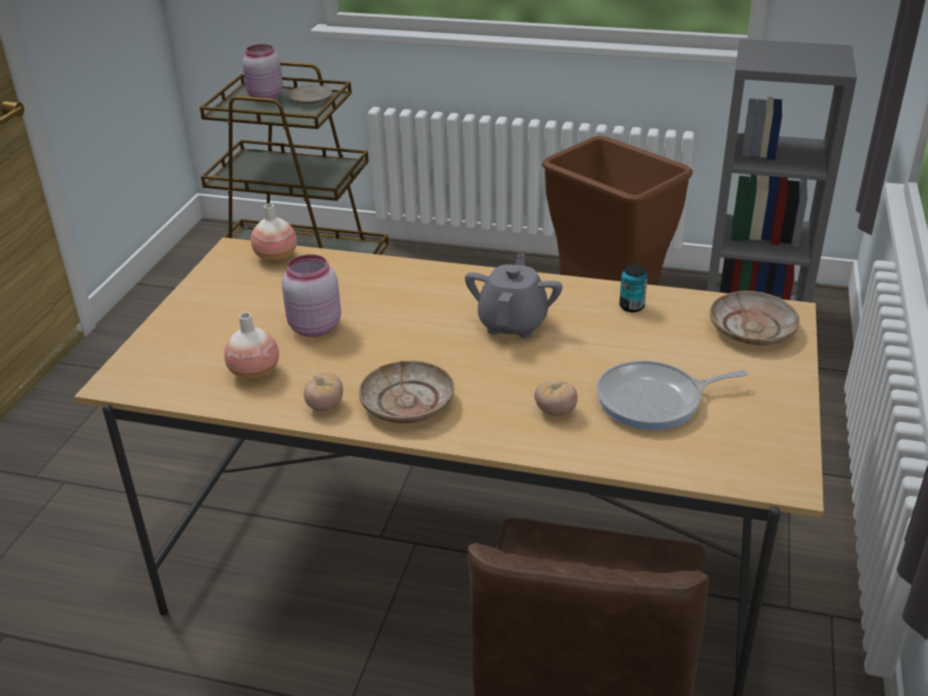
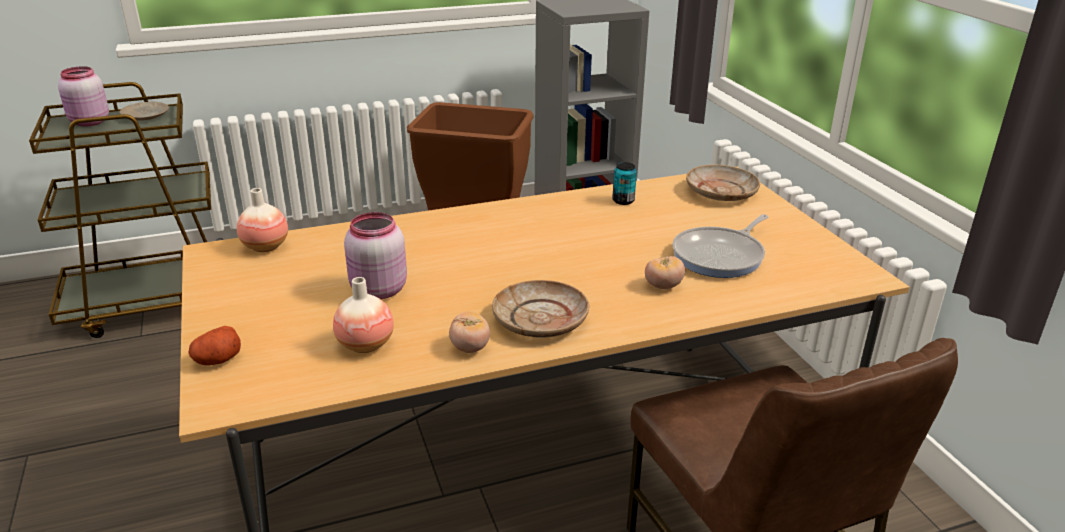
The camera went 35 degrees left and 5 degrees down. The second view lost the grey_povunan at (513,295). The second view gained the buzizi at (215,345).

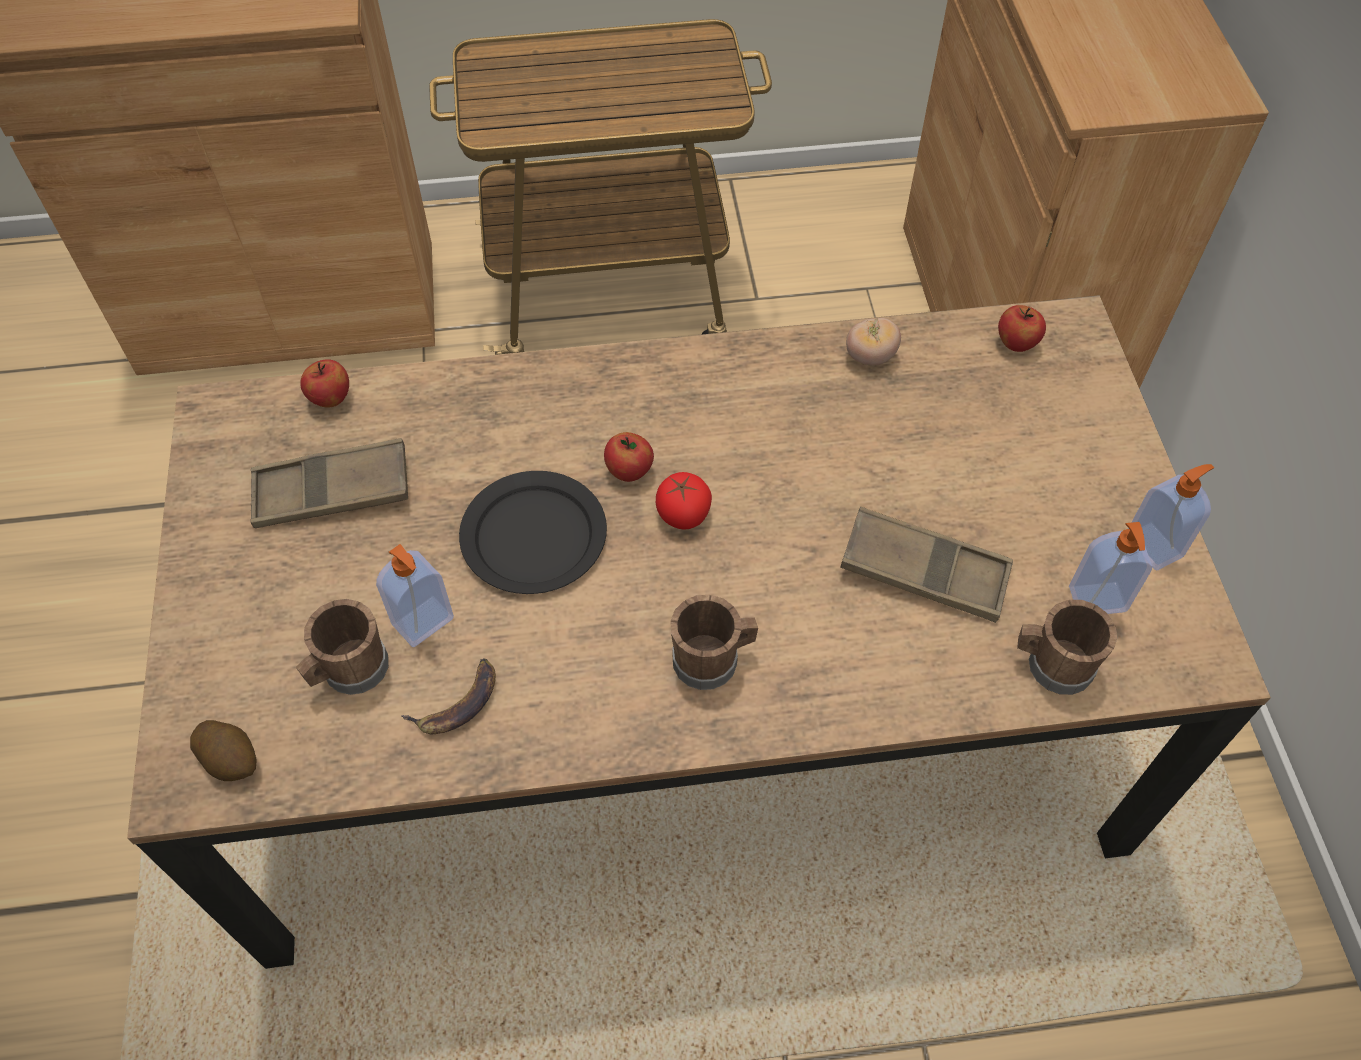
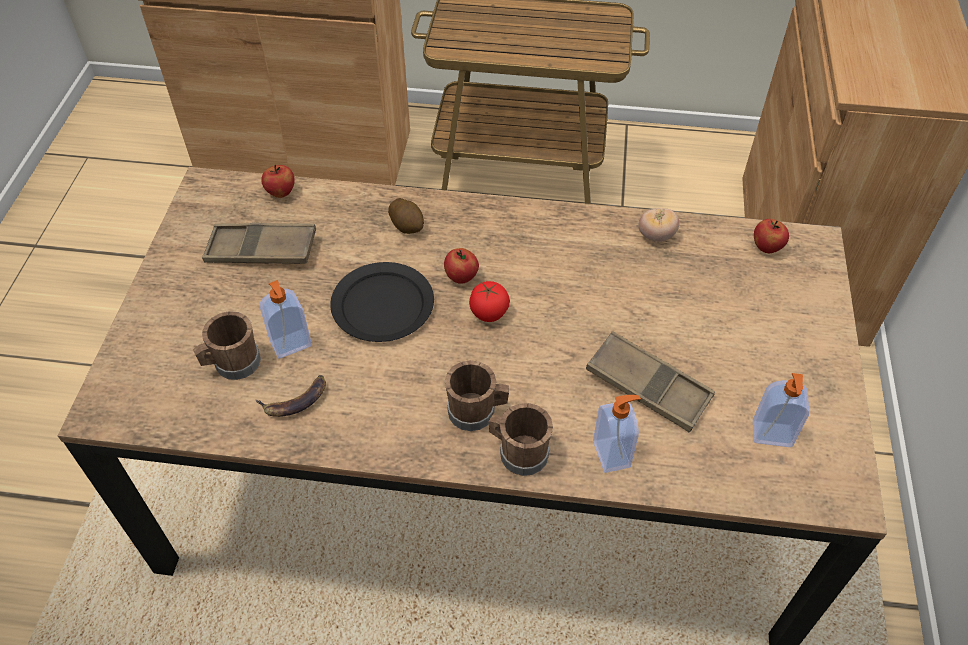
The camera went 15 degrees right and 5 degrees down. The buzizi ended up elsewhere, having gone from (223,750) to (406,216). The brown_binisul ended up elsewhere, having gone from (1067,647) to (520,439). The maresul ended up elsewhere, having gone from (1171,517) to (617,434).

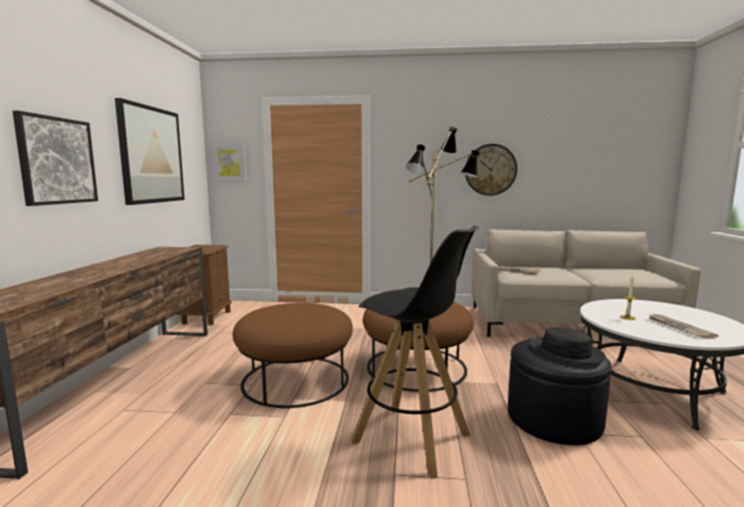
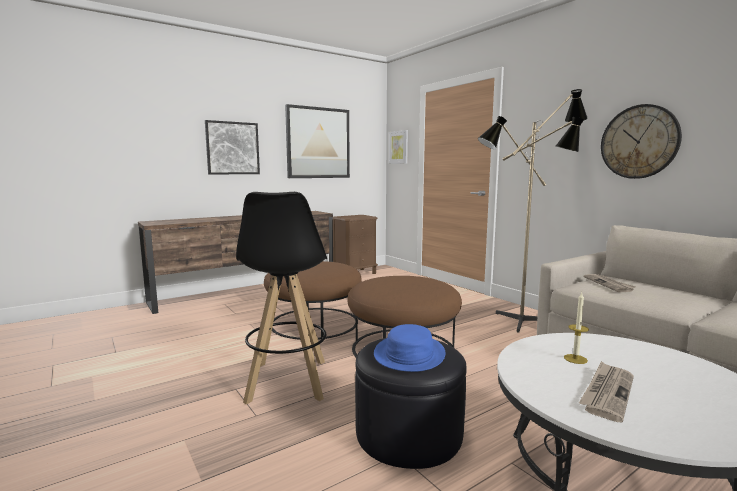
The camera went 50 degrees right and 0 degrees up. What was the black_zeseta at (568,345) turned into the blue_zeseta at (410,348).

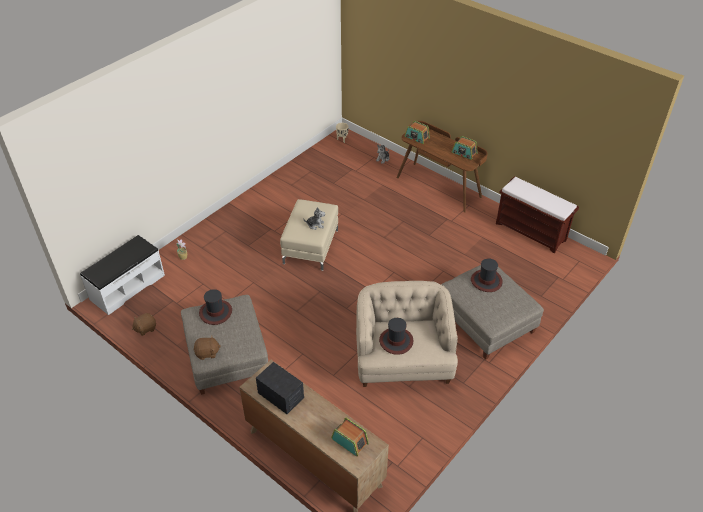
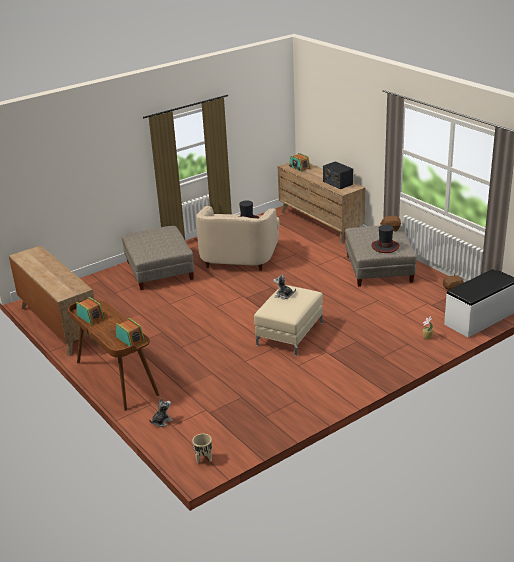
The camera went 165 degrees left and 15 degrees down. The second view lost the zeseta at (487,275). Where the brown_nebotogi stood at (537,215), the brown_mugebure came to stand at (53,300).

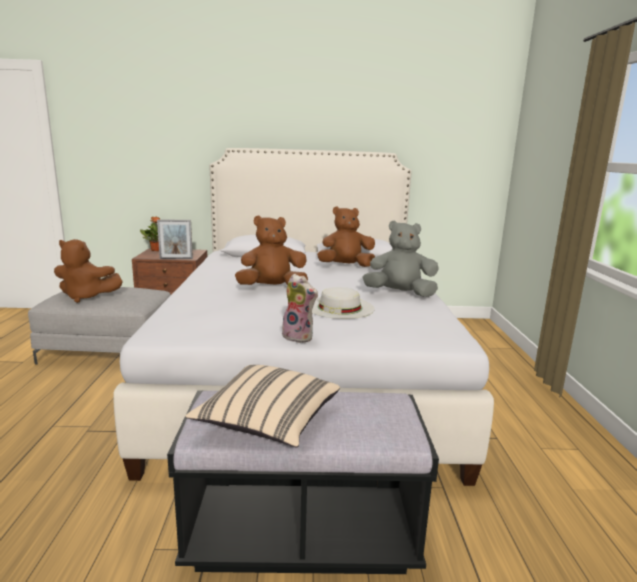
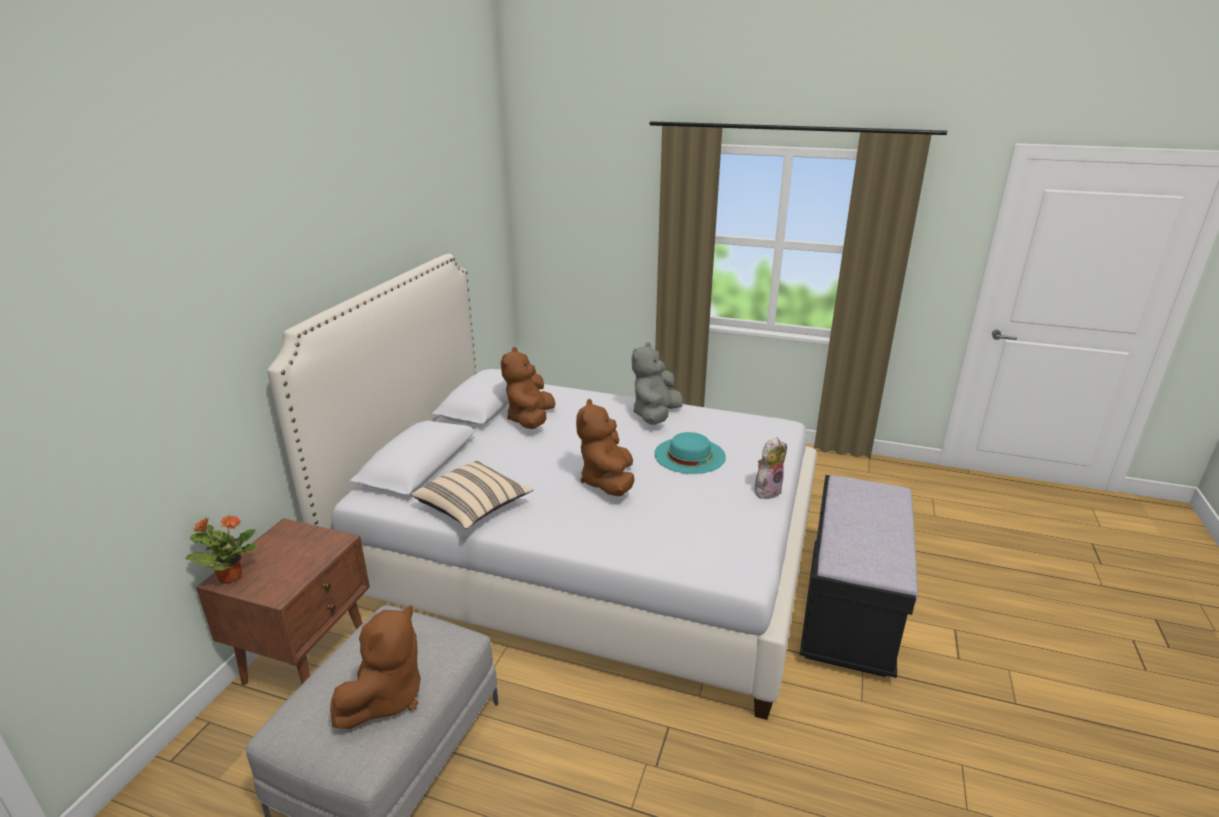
The camera went 70 degrees left and 10 degrees up. The second view lost the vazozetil at (175,239). The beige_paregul ended up elsewhere, having gone from (262,406) to (472,495). What was the white_zeseta at (343,303) turned into the turquoise_zeseta at (690,453).

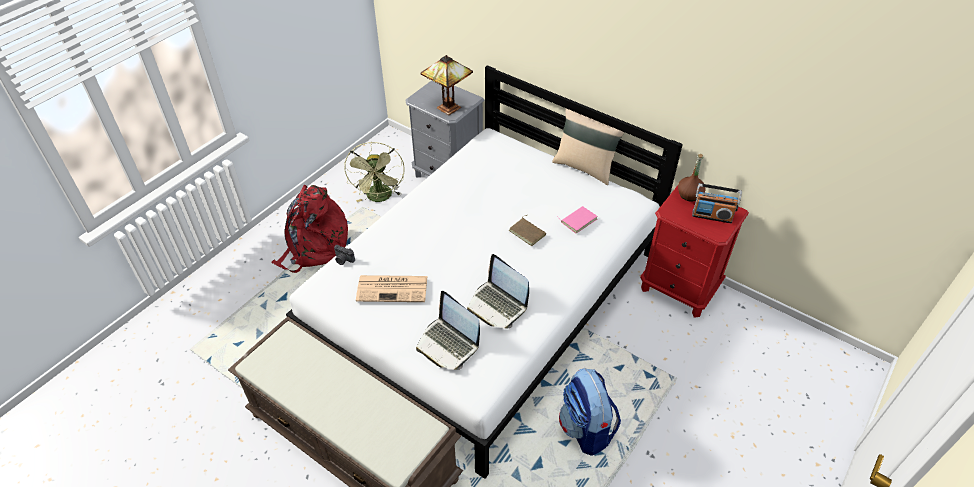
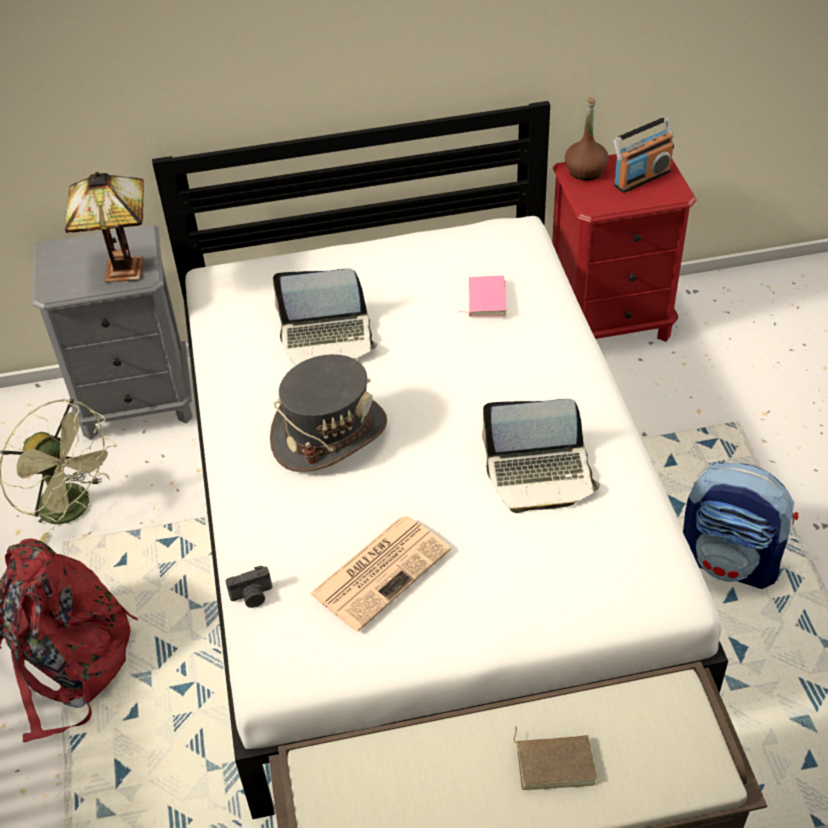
The camera went 45 degrees left and 0 degrees up. The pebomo ended up elsewhere, having gone from (448,330) to (325,317). The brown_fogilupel ended up elsewhere, having gone from (527,230) to (555,758). The second view lost the beige_paregul at (588,146). The second view gained the grey_zeseta at (328,413).

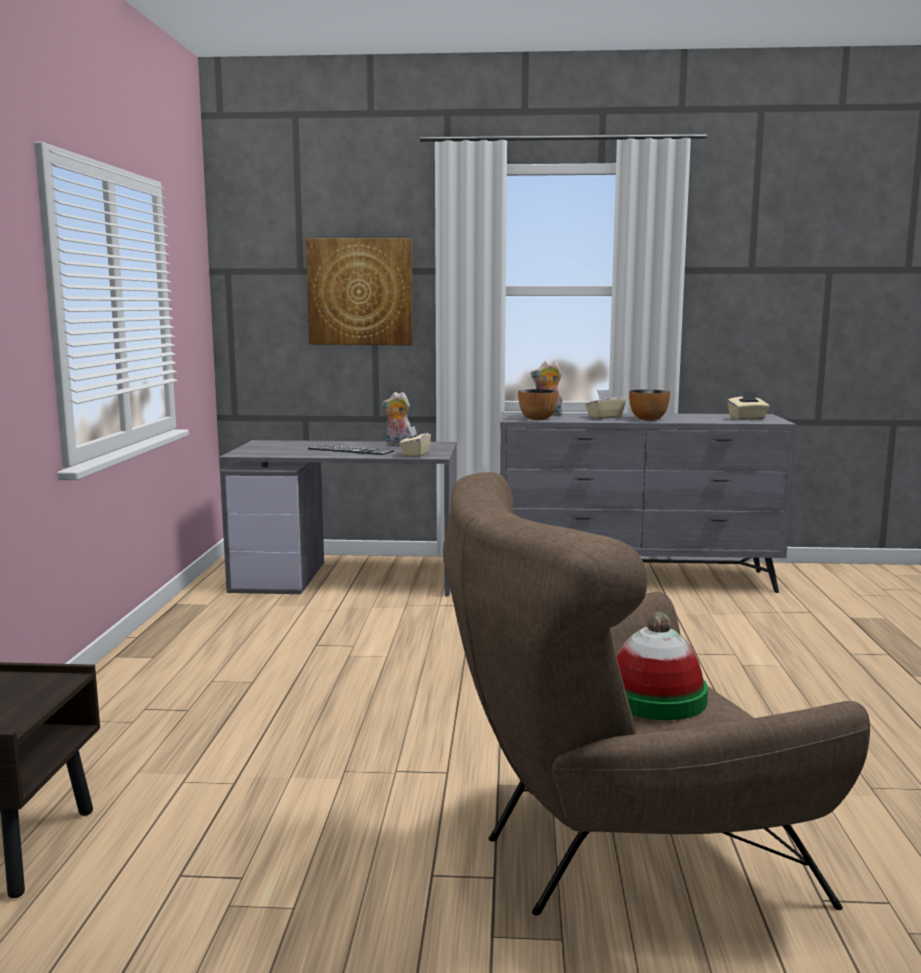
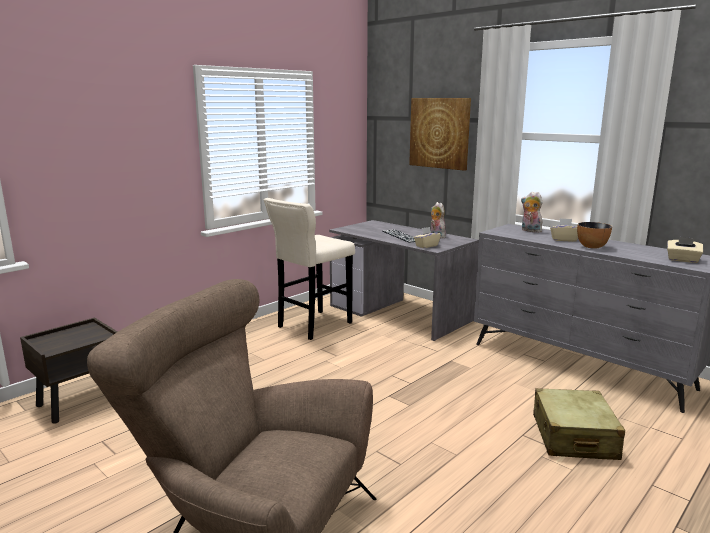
The camera went 40 degrees right and 5 degrees up. The second view lost the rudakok at (538,404). The second view lost the zeseta at (662,666). The second view gained the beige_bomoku at (309,269). The second view gained the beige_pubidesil at (579,424).

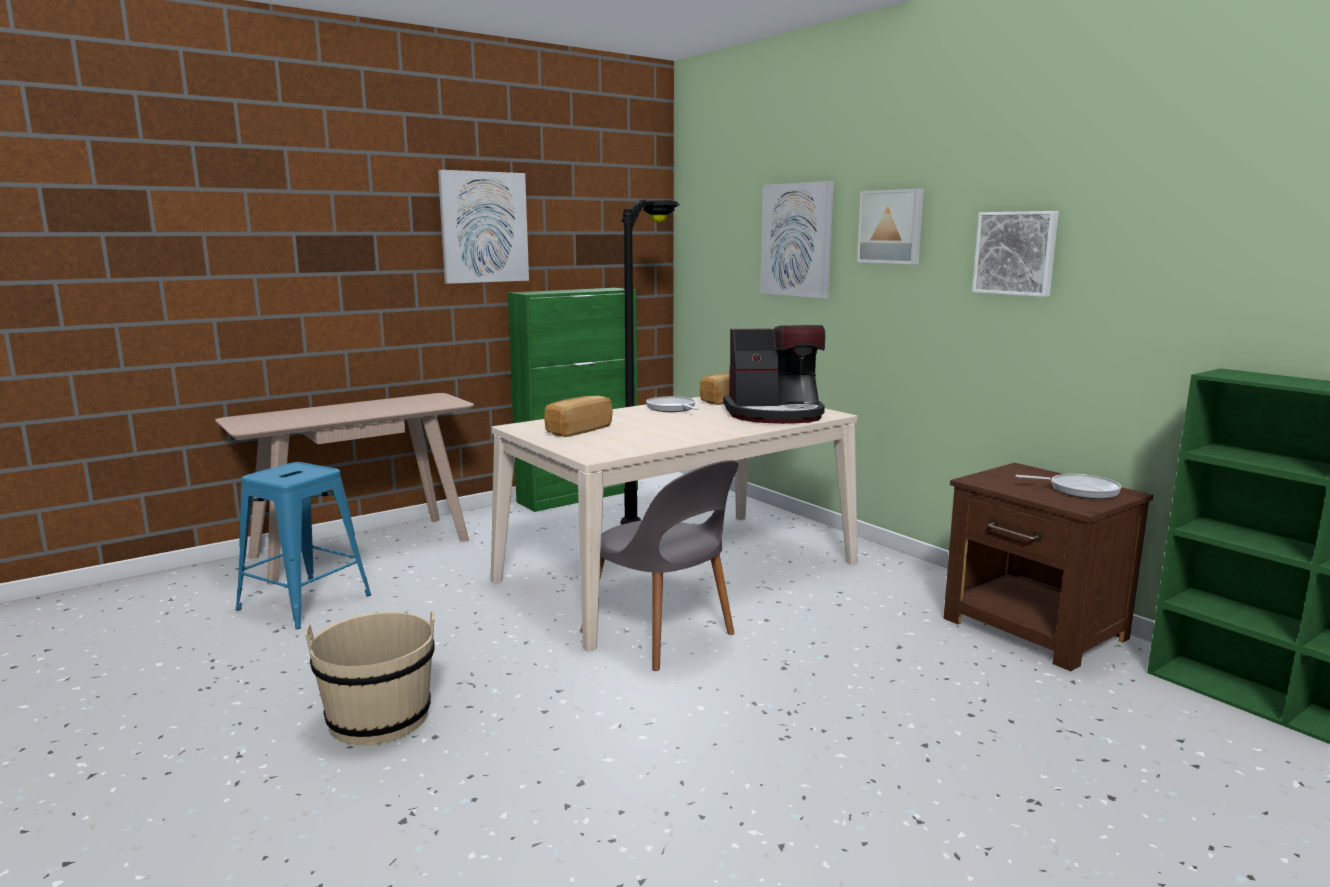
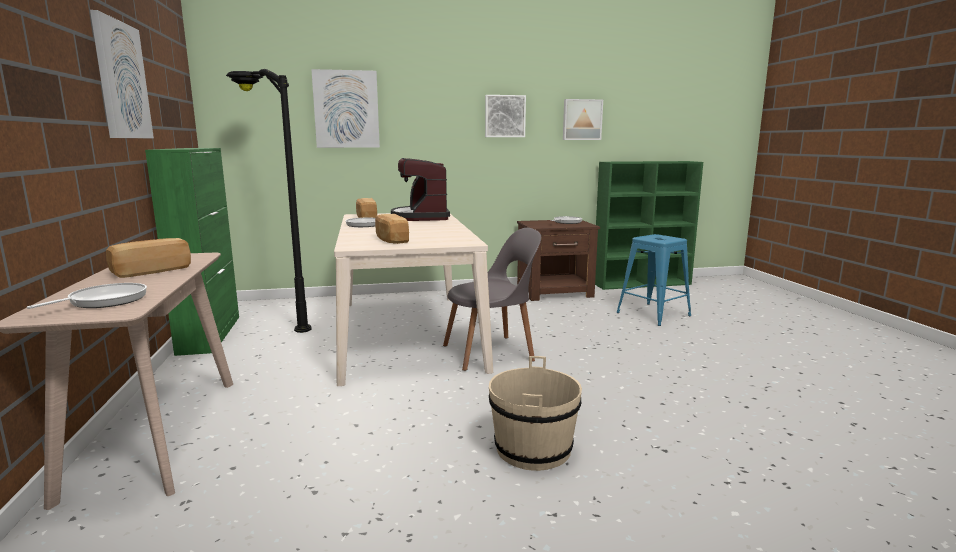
The camera went 65 degrees left and 0 degrees up. The blue_bomoku ended up elsewhere, having gone from (303,545) to (653,280). The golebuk at (774,374) ended up facing another way, 150 degrees clockwise from before. The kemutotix ended up elsewhere, having gone from (890,226) to (583,119). The second view gained the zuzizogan at (86,296). The second view gained the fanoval at (148,258).

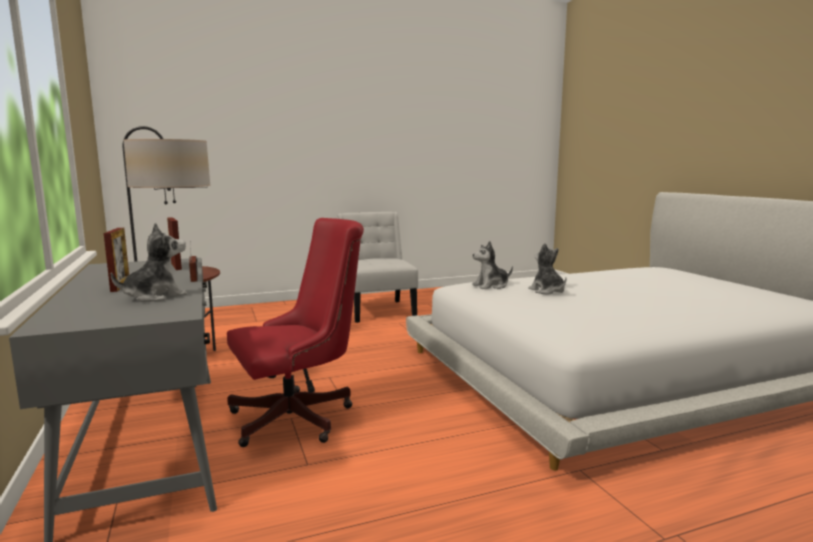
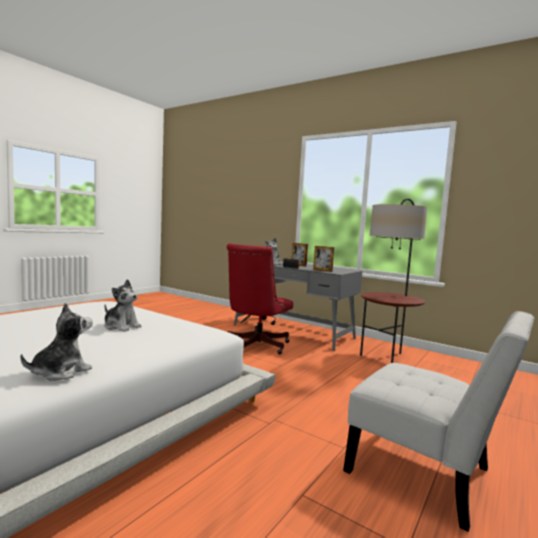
The camera went 145 degrees right and 5 degrees down. The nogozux ended up elsewhere, having gone from (492,265) to (56,341).

